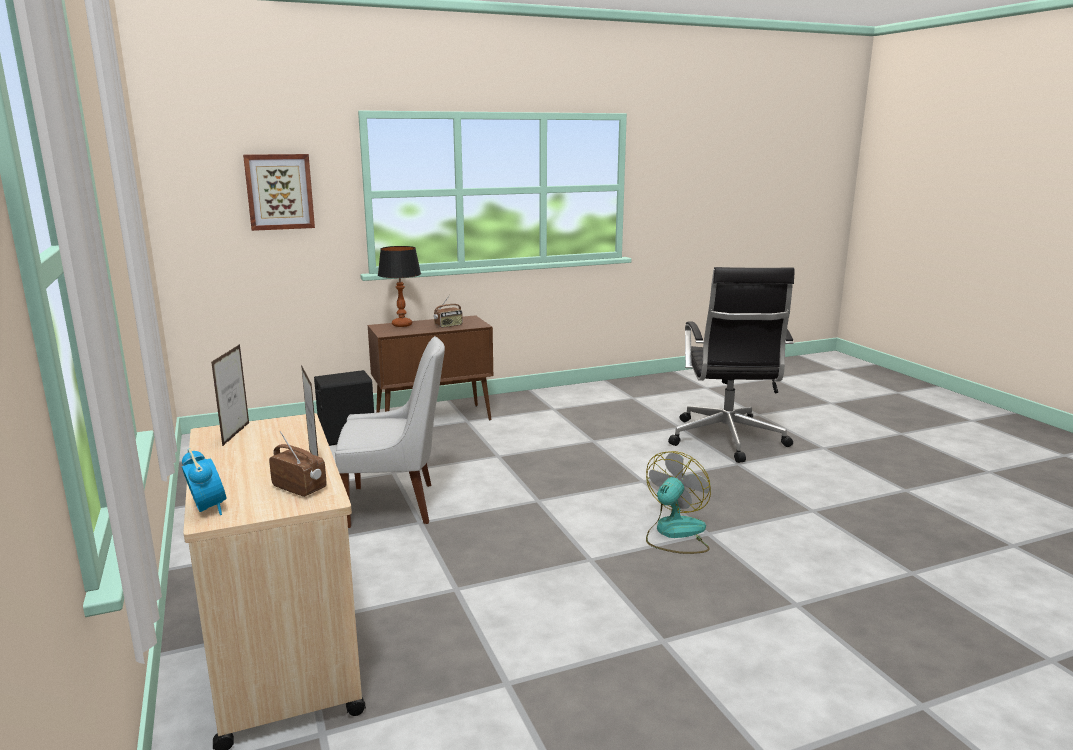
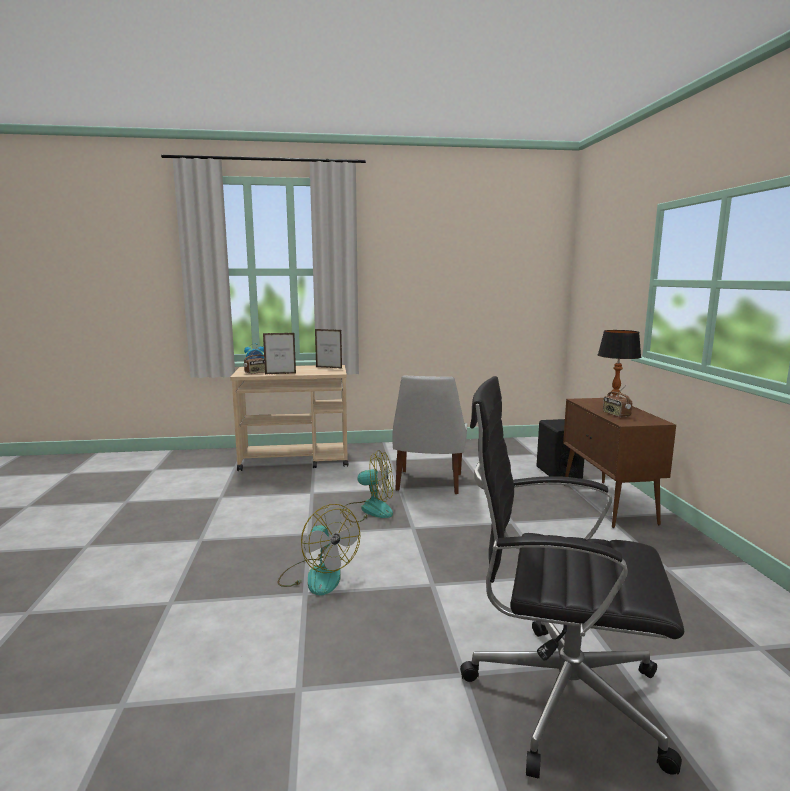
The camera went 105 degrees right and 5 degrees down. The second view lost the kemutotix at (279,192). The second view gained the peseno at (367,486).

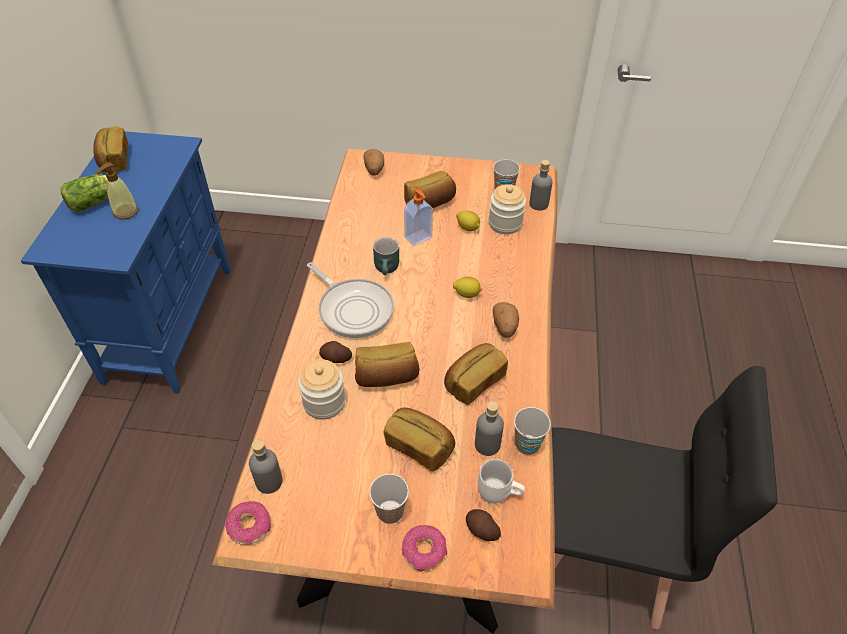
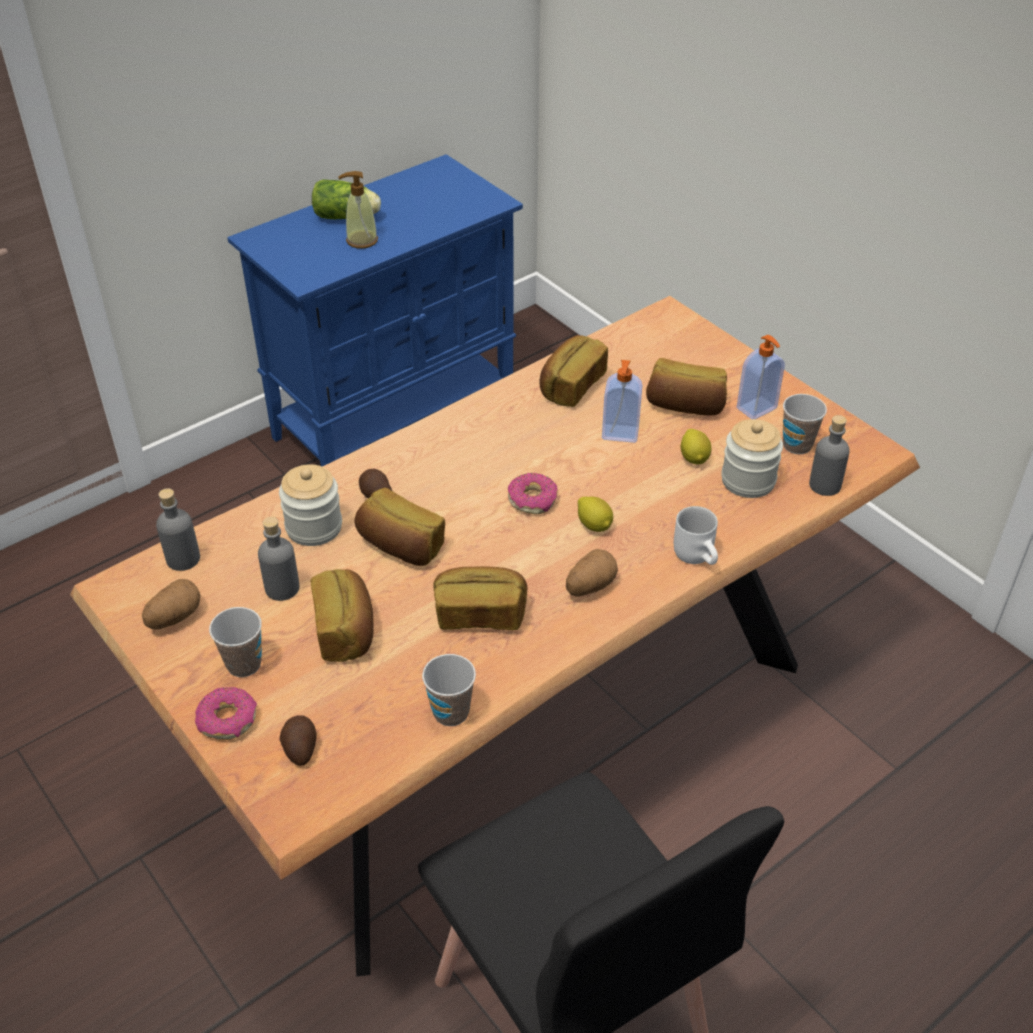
The camera went 45 degrees right and 5 degrees down. The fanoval ended up elsewhere, having gone from (111,149) to (574,371). The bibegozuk ended up elsewhere, having gone from (248,523) to (532,493). The second view lost the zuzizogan at (350,300). The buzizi ended up elsewhere, having gone from (373,162) to (171,604). The second view lost the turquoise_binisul at (386,256). The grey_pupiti ended up elsewhere, having gone from (489,428) to (279,559). The white_binisul ended up elsewhere, having gone from (501,481) to (696,535). The second view gained the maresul at (761,377).

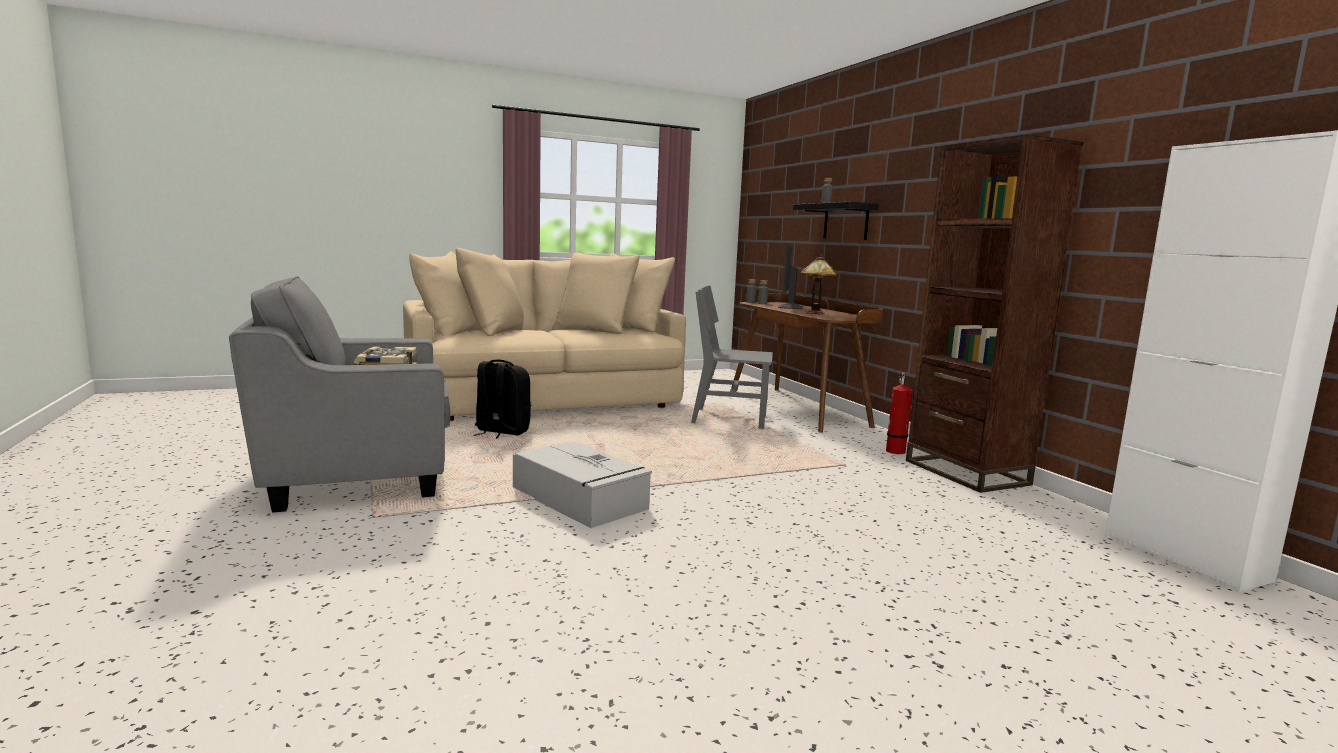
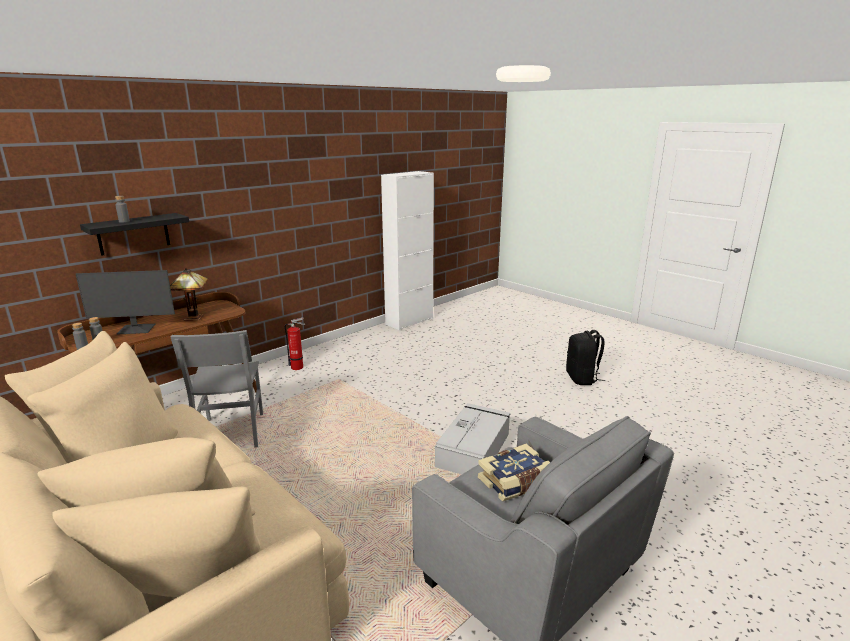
The camera went 110 degrees left and 10 degrees up. The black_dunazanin ended up elsewhere, having gone from (502,399) to (585,357). The second view lost the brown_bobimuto at (994,313).

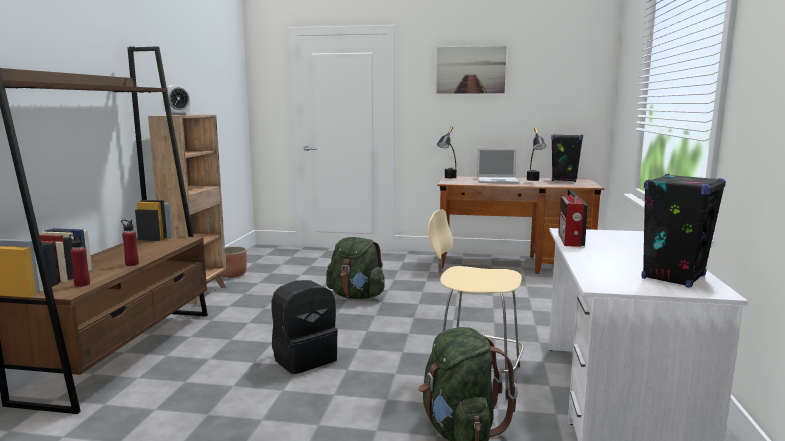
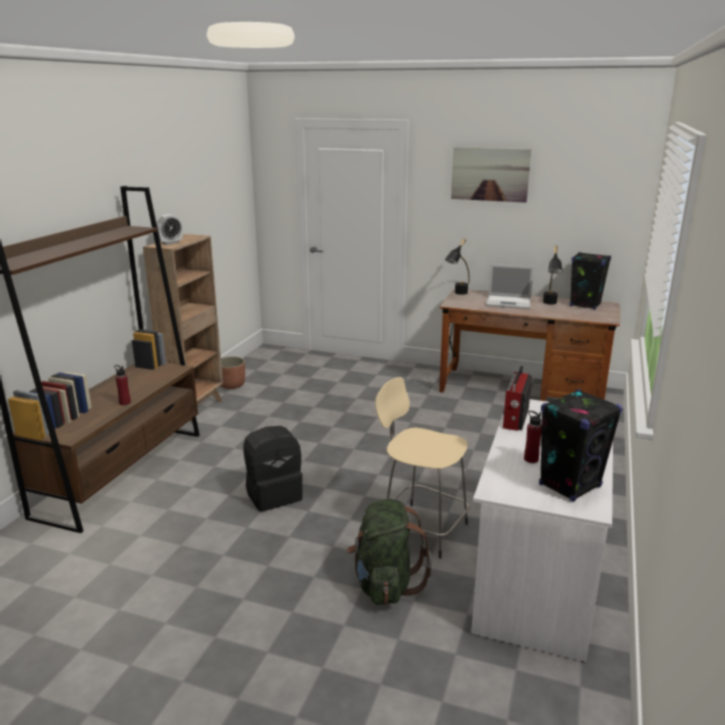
The camera went 10 degrees right and 10 degrees up. The red_pupiti ended up elsewhere, having gone from (79,260) to (533,437). The second view lost the green_dunazanin at (355,268).

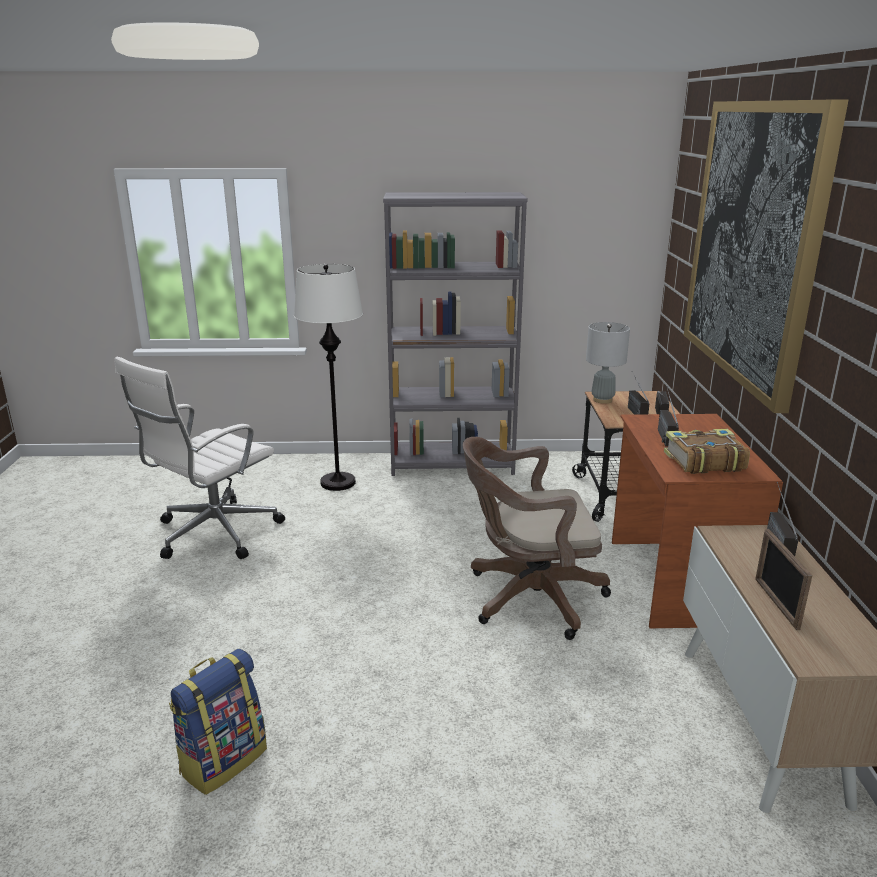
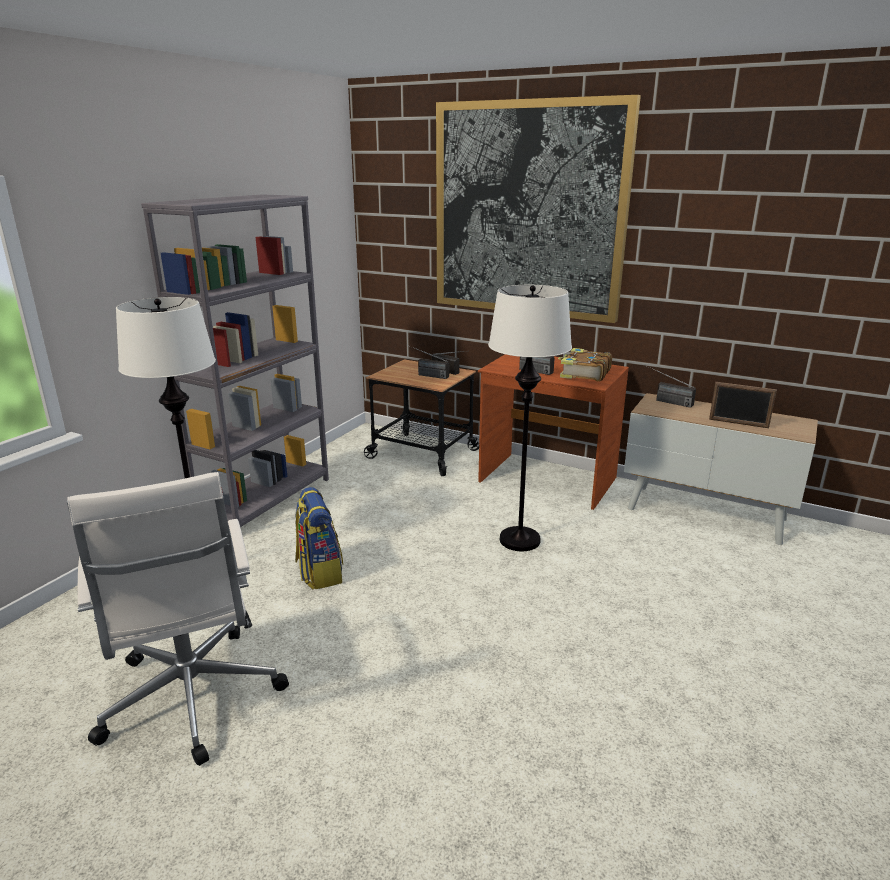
The camera went 60 degrees left and 0 degrees up. The dunazanin ended up elsewhere, having gone from (218,722) to (319,538). Where the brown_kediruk stood at (537,538), the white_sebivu came to stand at (530,418). The second view lost the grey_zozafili at (608,363).

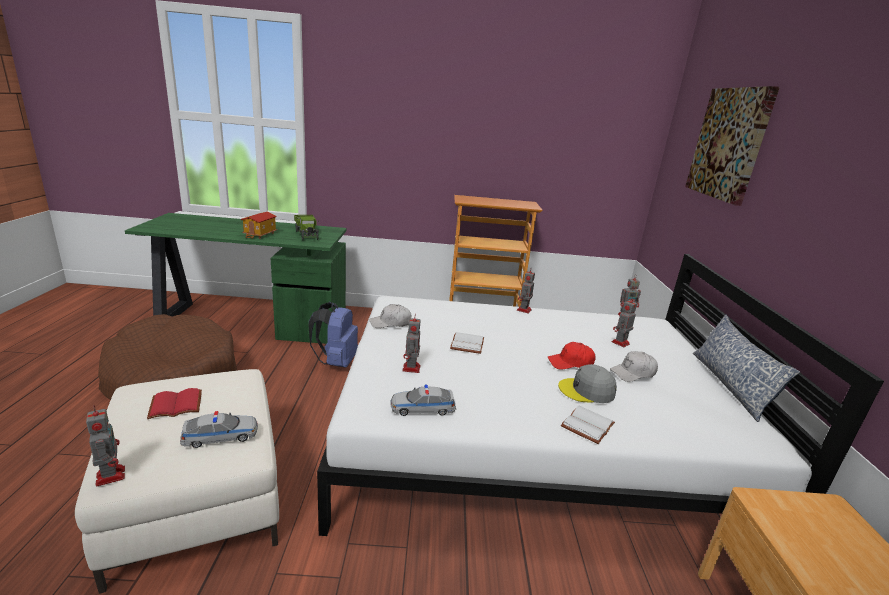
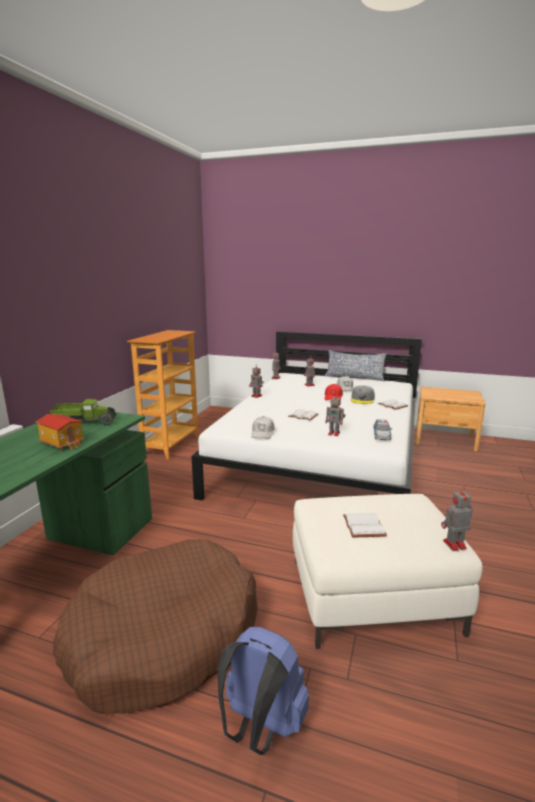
The camera went 70 degrees left and 5 degrees down. What was the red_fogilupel at (174,403) turned into the white_fogilupel at (365,525). The second view lost the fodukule at (219,429). The blue_dunazanin ended up elsewhere, having gone from (333,335) to (263,691). The second view lost the kemutotix at (732,146).

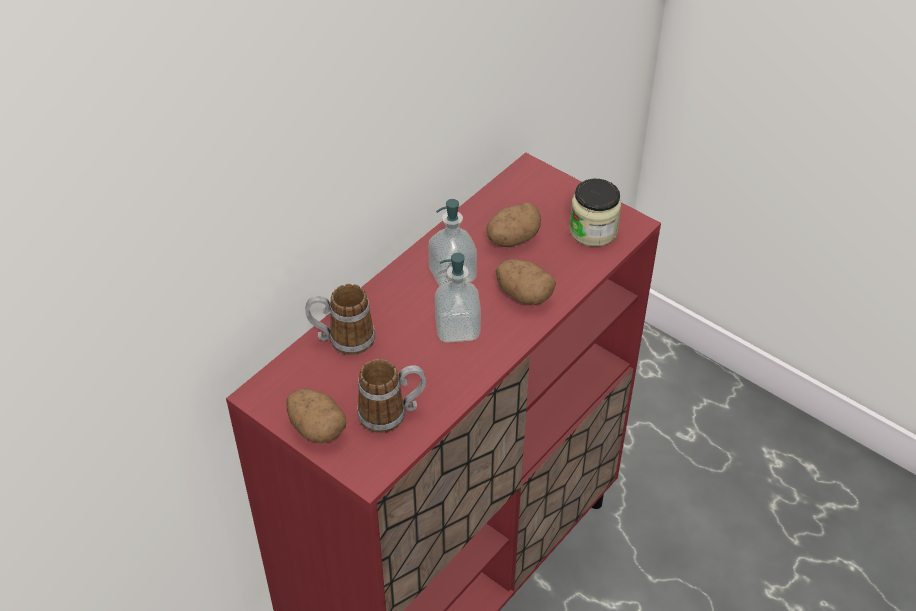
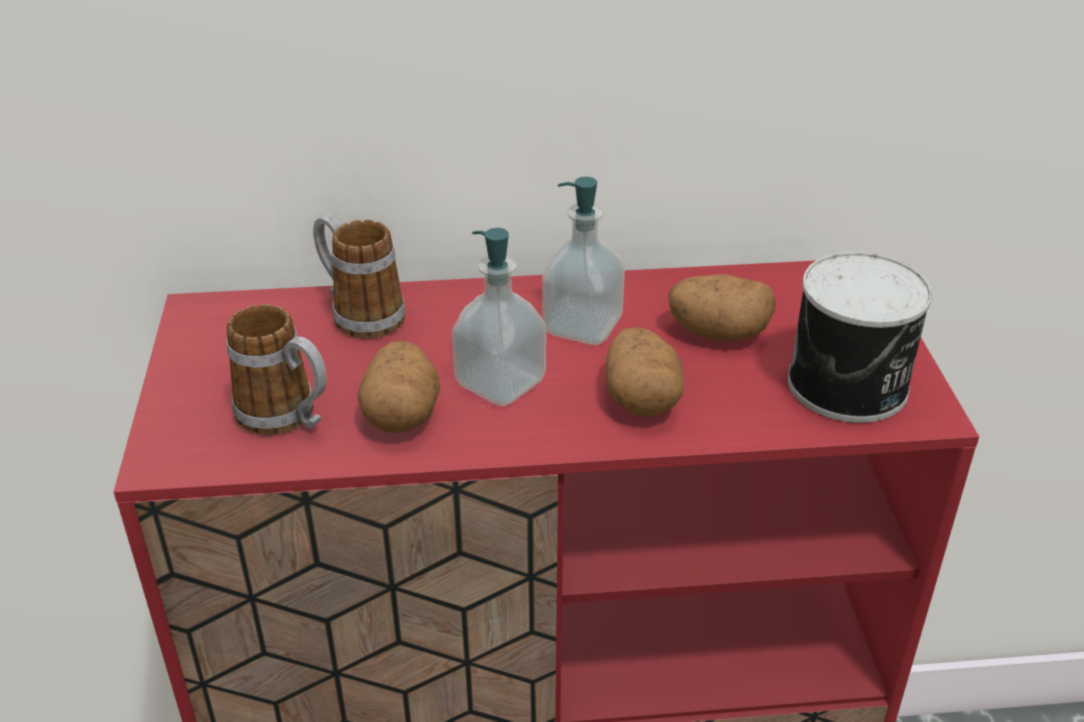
The camera went 45 degrees right and 10 degrees down. The buzizi ended up elsewhere, having gone from (316,416) to (398,387). Where the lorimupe stood at (595,213), the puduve came to stand at (860,337).

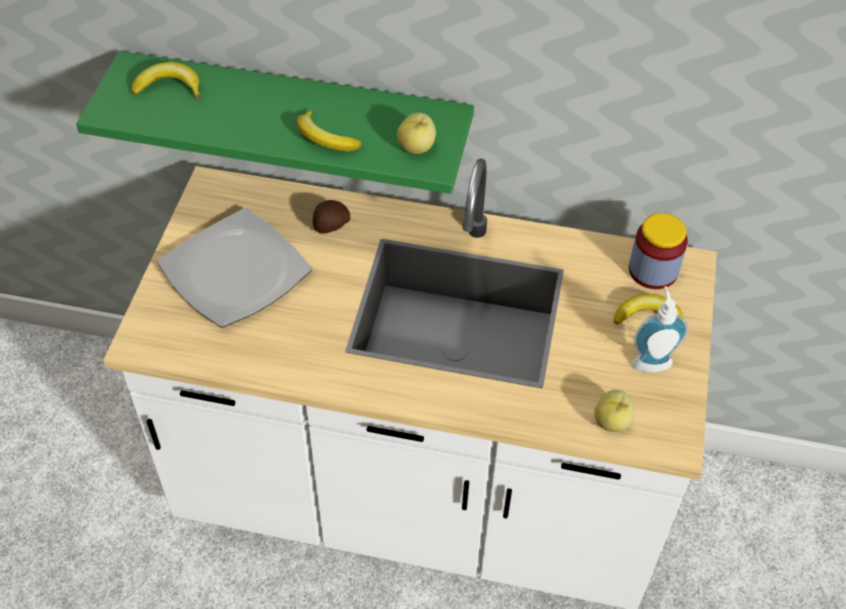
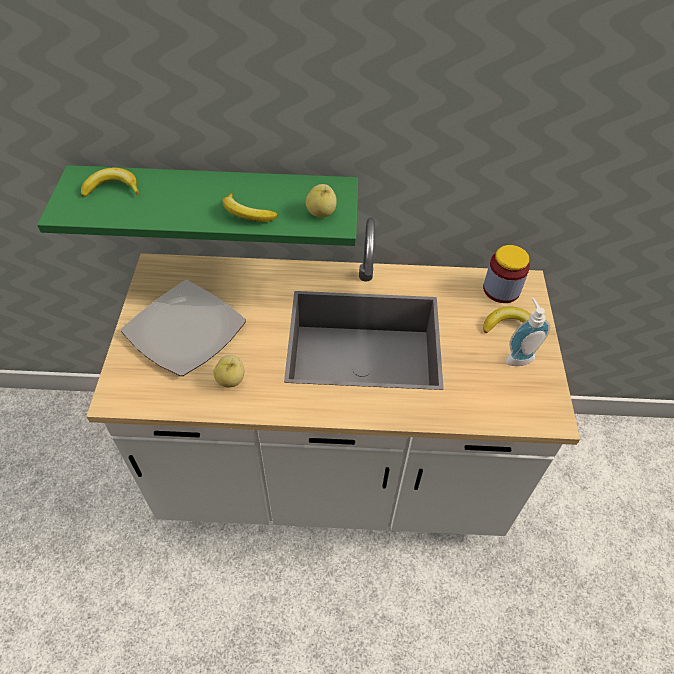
The camera went 10 degrees left and 0 degrees up. The second view lost the buzizi at (331,217). The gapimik ended up elsewhere, having gone from (614,411) to (228,371).

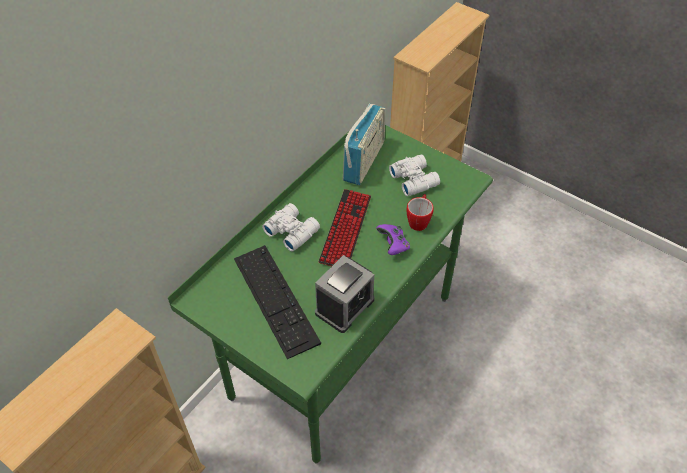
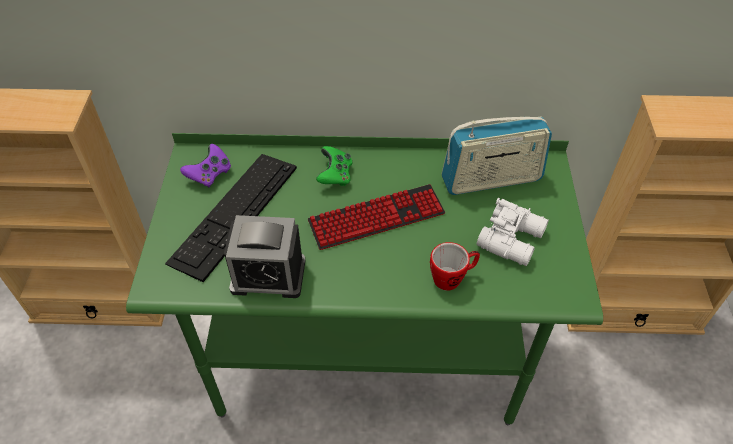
The camera went 55 degrees right and 0 degrees up. Where the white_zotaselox stood at (291,227), the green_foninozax came to stand at (334,166). The purple_foninozax ended up elsewhere, having gone from (393,239) to (205,166).

